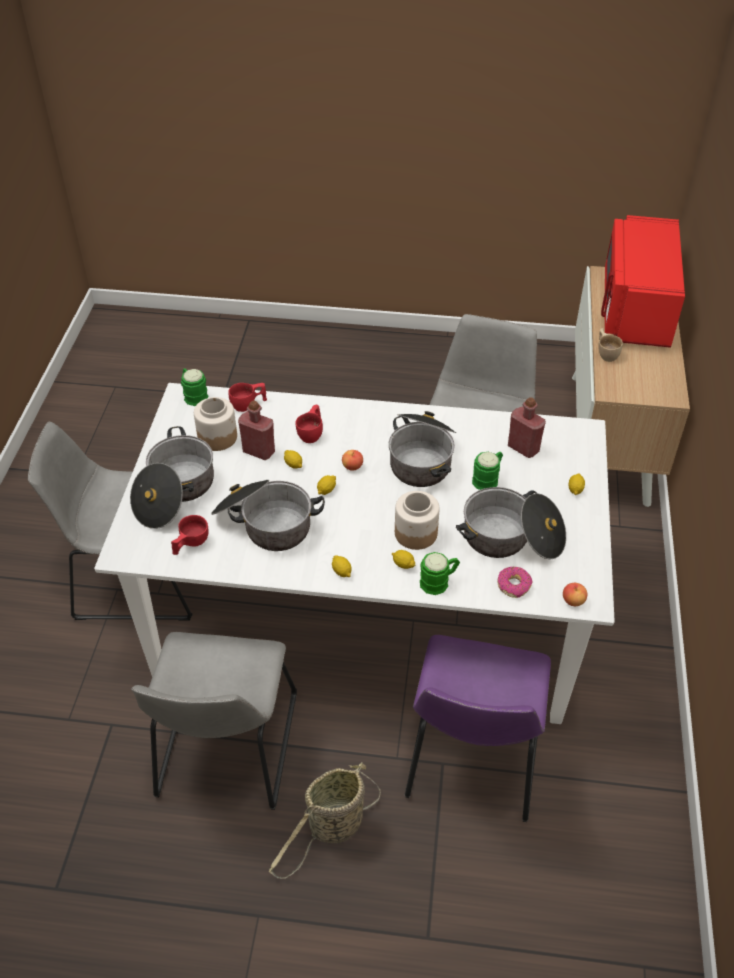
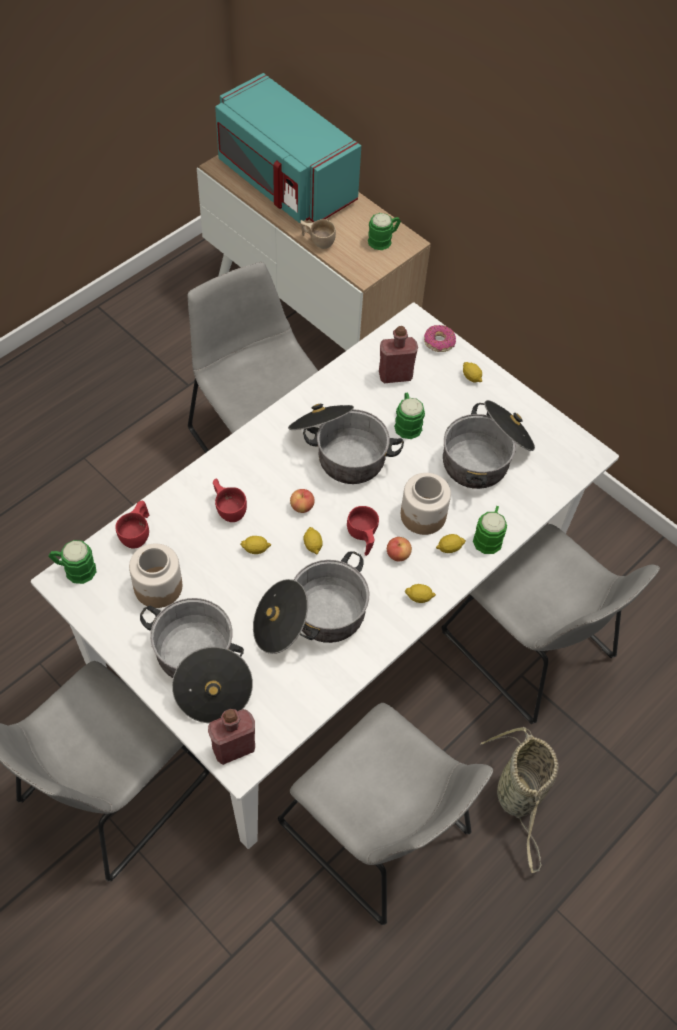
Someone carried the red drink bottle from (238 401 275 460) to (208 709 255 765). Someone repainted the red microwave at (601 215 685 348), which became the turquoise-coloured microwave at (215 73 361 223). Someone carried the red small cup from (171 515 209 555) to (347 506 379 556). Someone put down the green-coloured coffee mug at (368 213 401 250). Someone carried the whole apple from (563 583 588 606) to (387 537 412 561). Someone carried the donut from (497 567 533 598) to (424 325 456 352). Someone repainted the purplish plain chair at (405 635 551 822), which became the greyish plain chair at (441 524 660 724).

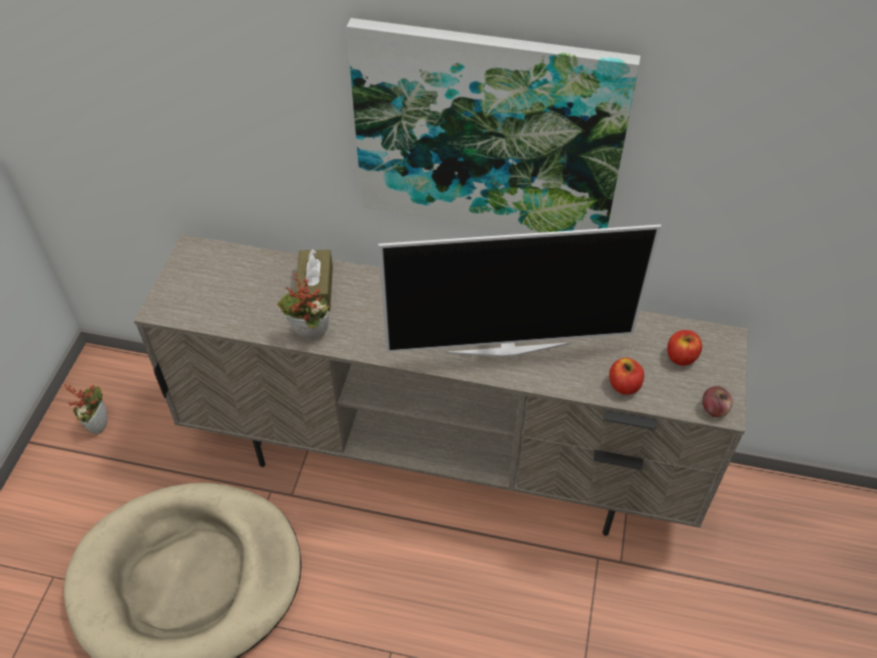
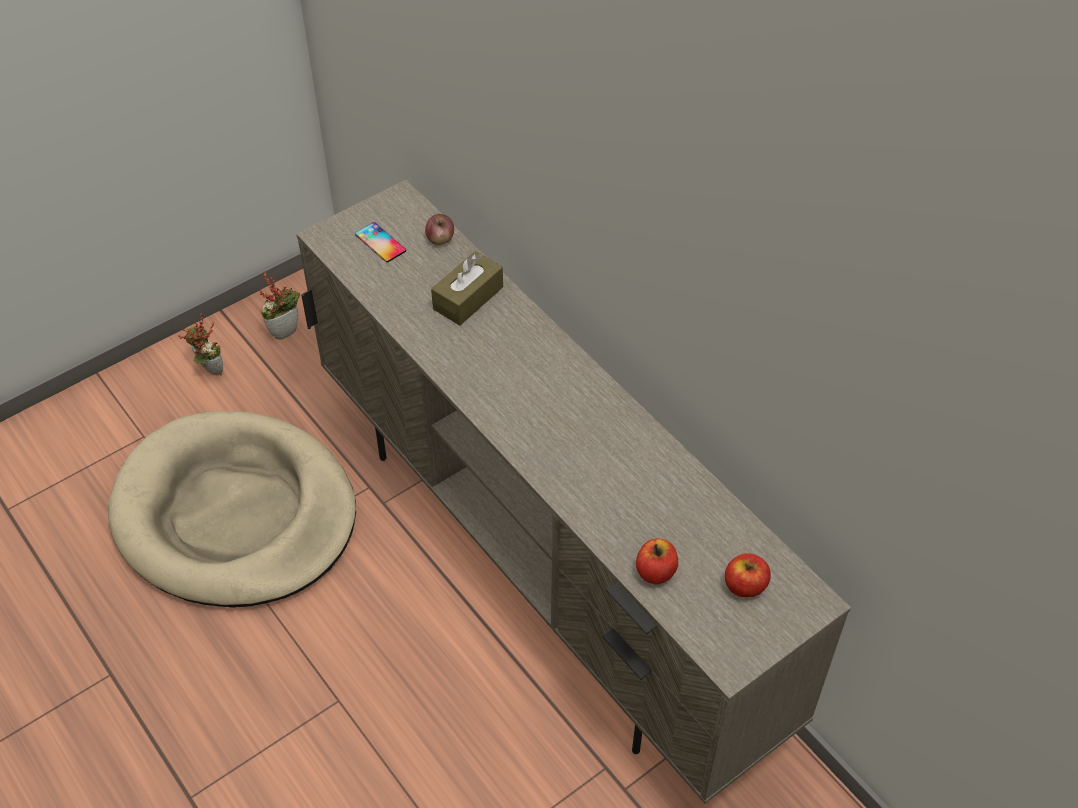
Someone carried the plant in a pot from (277 273 329 338) to (178 313 224 375). Someone put down the telephone at (355 222 406 262). Someone carried the whole apple from (702 386 733 417) to (425 214 454 245). Someone took away the picture at (347 18 641 234). Someone took away the TV set at (378 224 661 357).

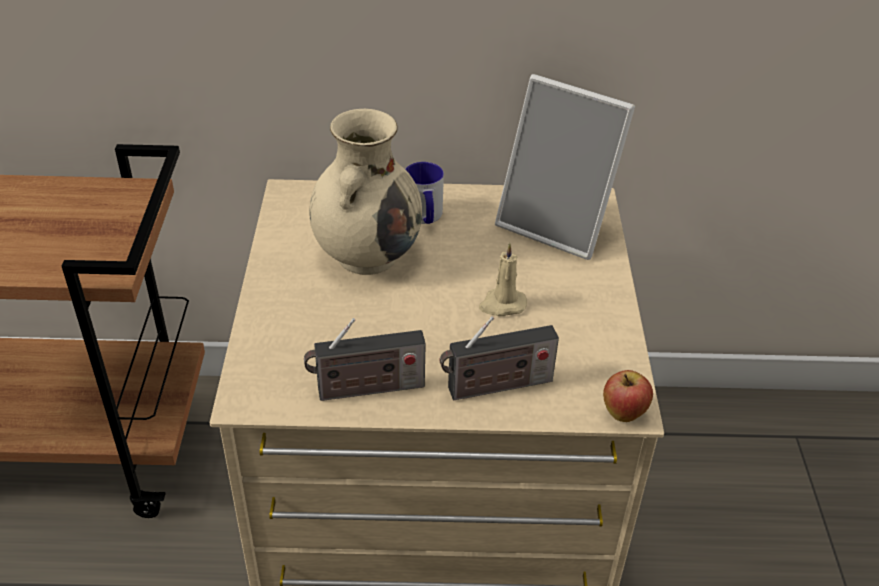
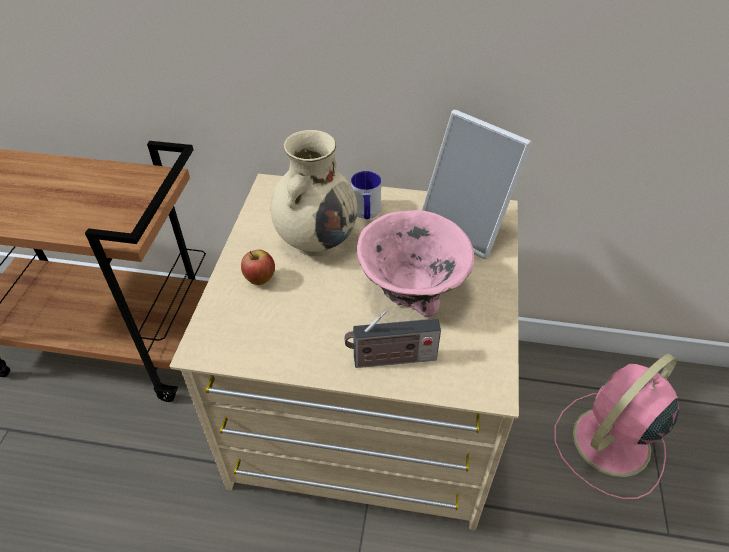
Someone carried the whole apple from (603 370 653 422) to (241 250 275 285). Someone swapped the sand-coloured wax light at (479 243 527 316) for the pinkish serving bowl at (357 210 474 317). Someone put down the pinkish cooling fan at (554 354 679 499). Someone took away the radio receiver at (304 318 426 401).

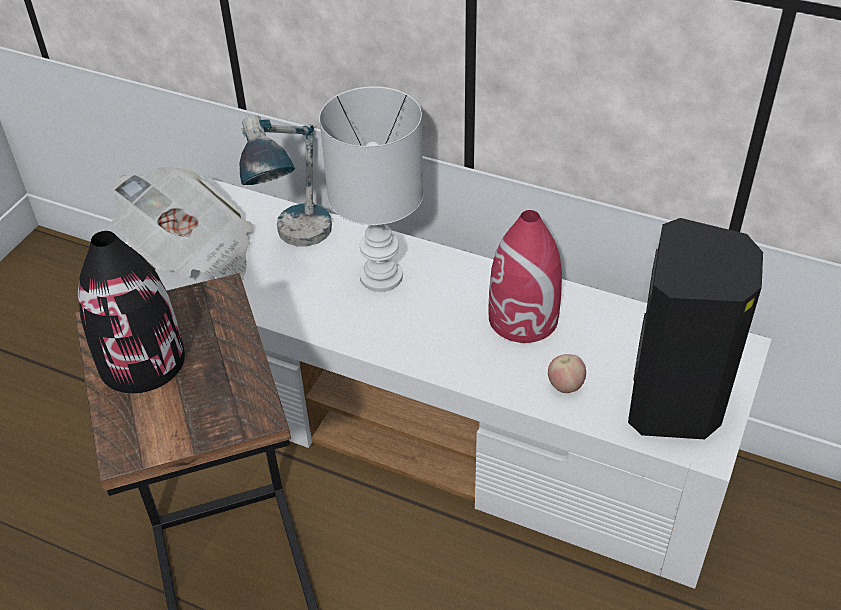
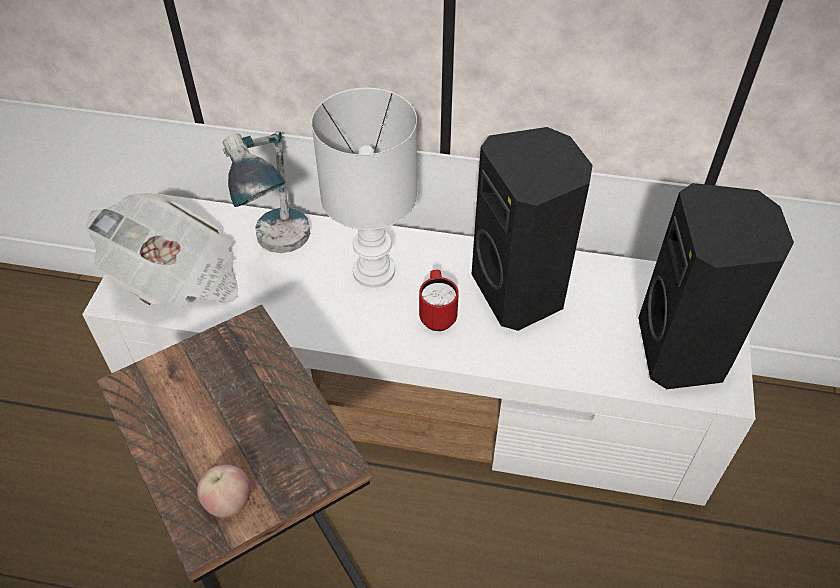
Someone carried the whole apple from (548 354 586 393) to (197 464 251 518). Someone put down the red coffee mug at (419 270 459 331). Someone swapped the red flower vase at (488 210 562 343) for the black audio speaker at (472 127 592 331). Someone took away the black flower vase at (78 231 185 393).

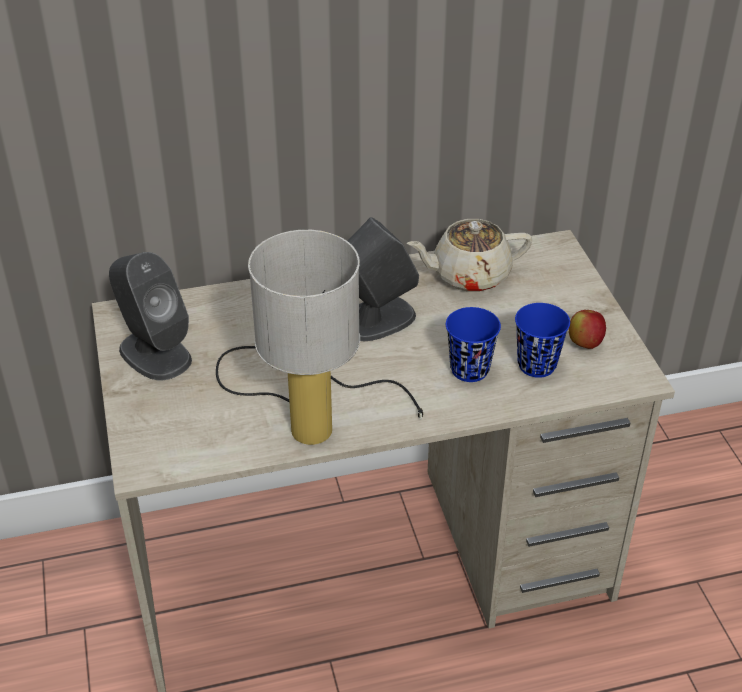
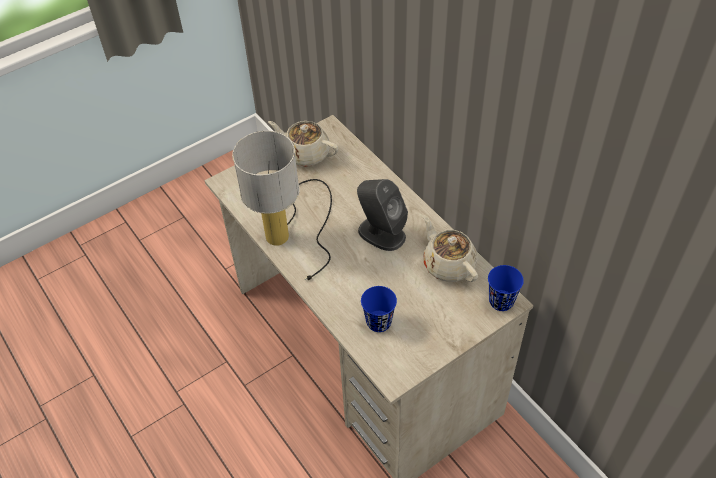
Someone swapped the greyish audio speaker at (109 252 192 380) for the sand-coloured pot for tea at (268 121 339 166). Someone carried the bluish small cup from (446 307 501 382) to (488 265 524 311). Someone took away the whole apple at (569 310 606 349).

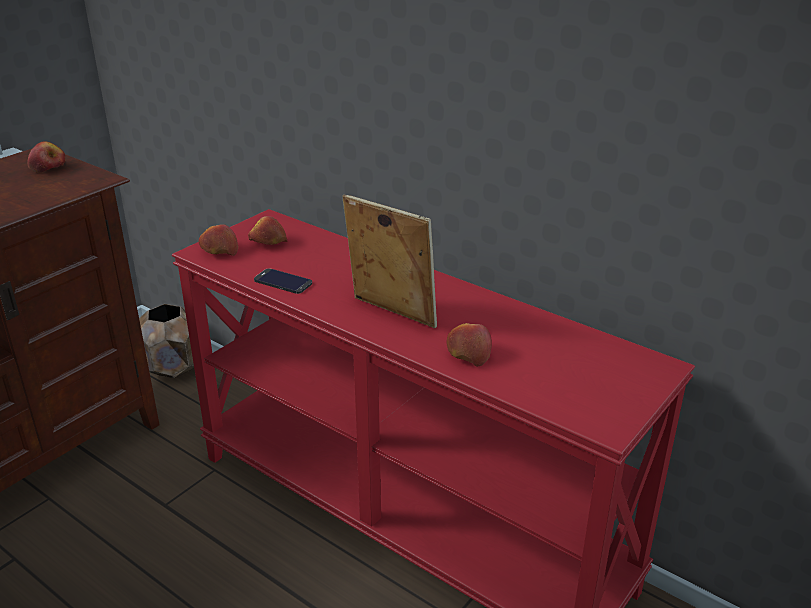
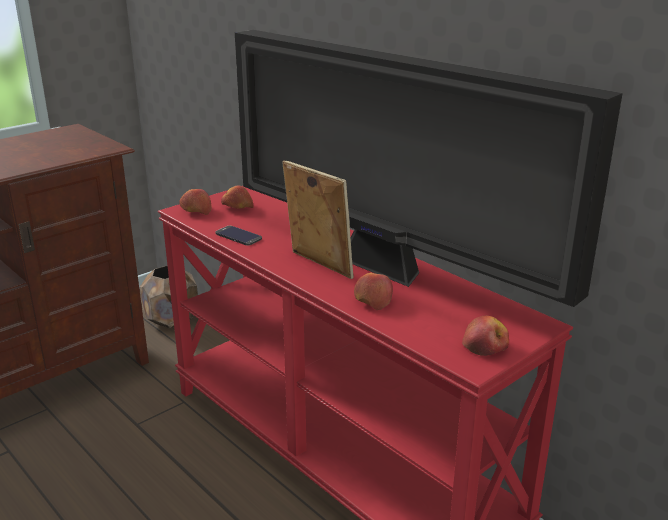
Someone put down the TV set at (235 30 623 307). Someone carried the whole apple from (28 141 65 173) to (462 316 509 356).

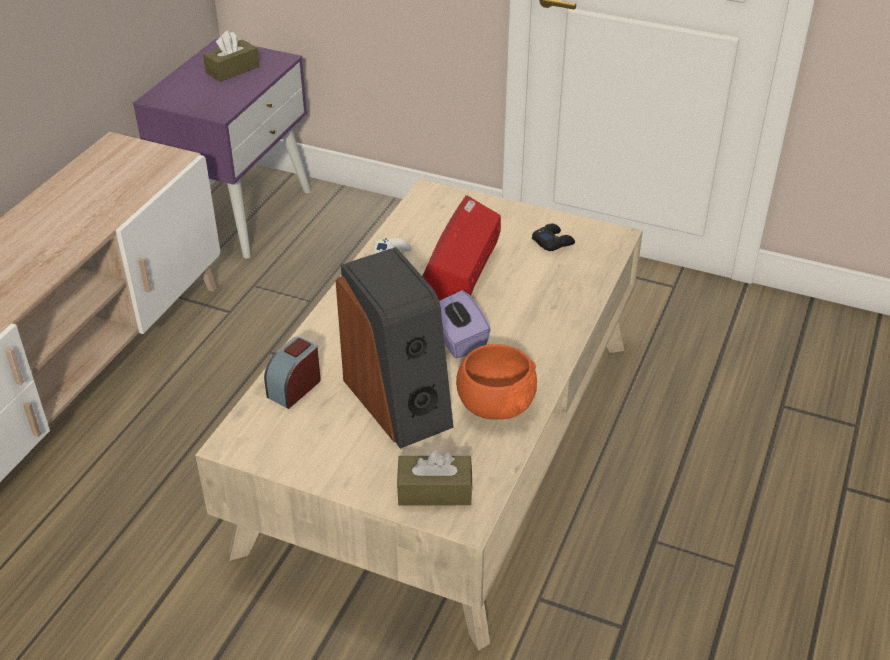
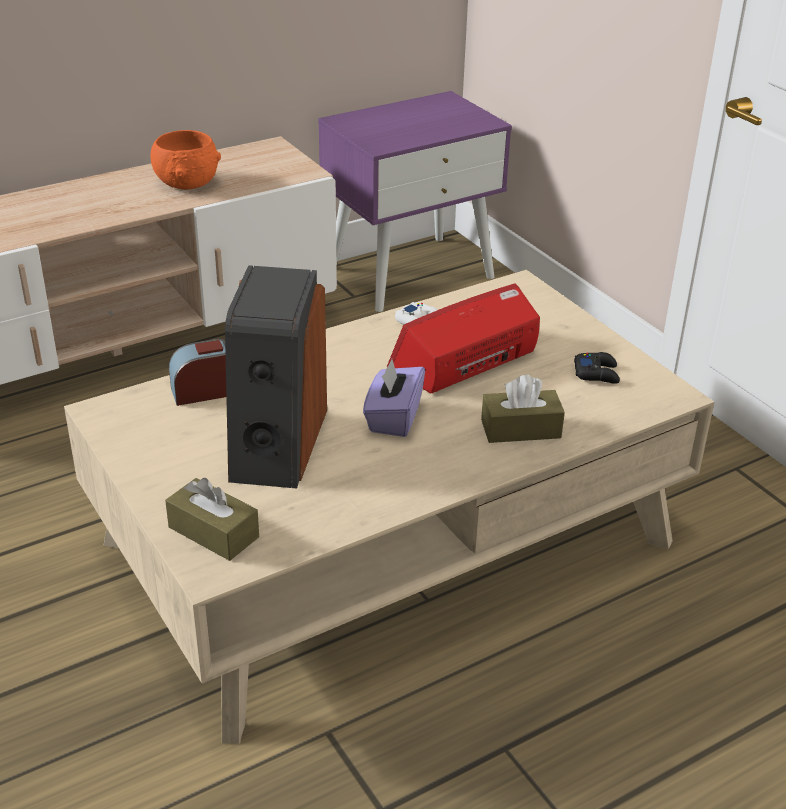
Someone carried the orangey serving bowl from (456 344 537 420) to (150 130 221 190). Someone carried the brown tissue holder from (203 31 259 82) to (481 375 565 443).

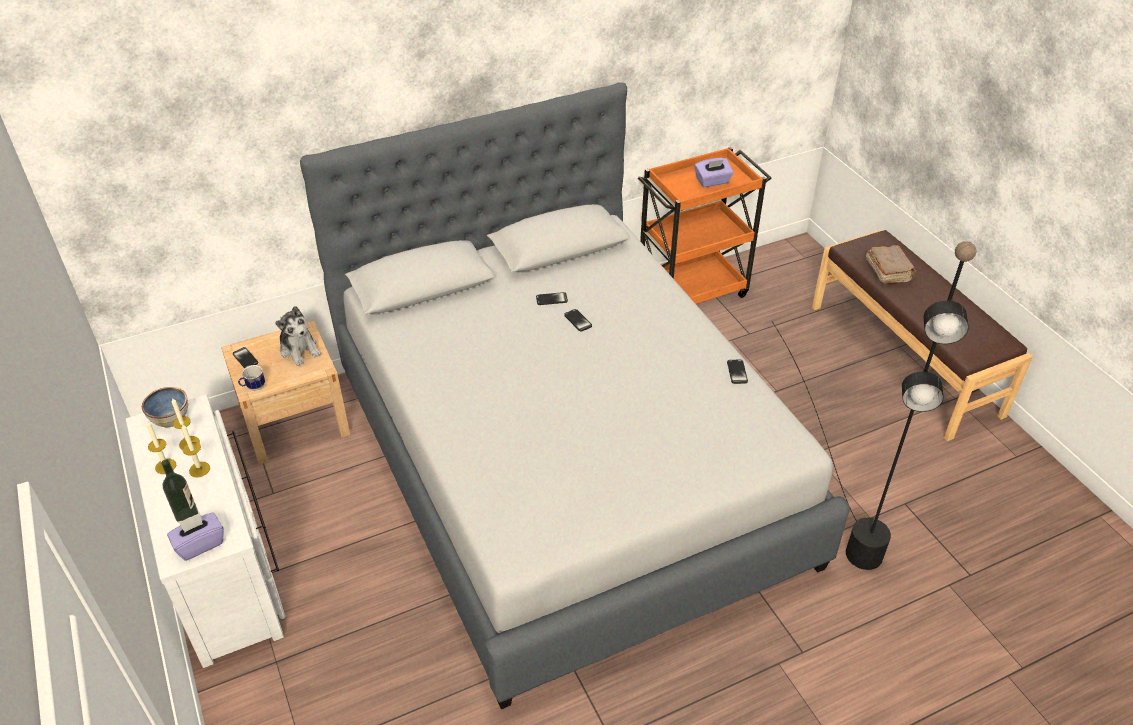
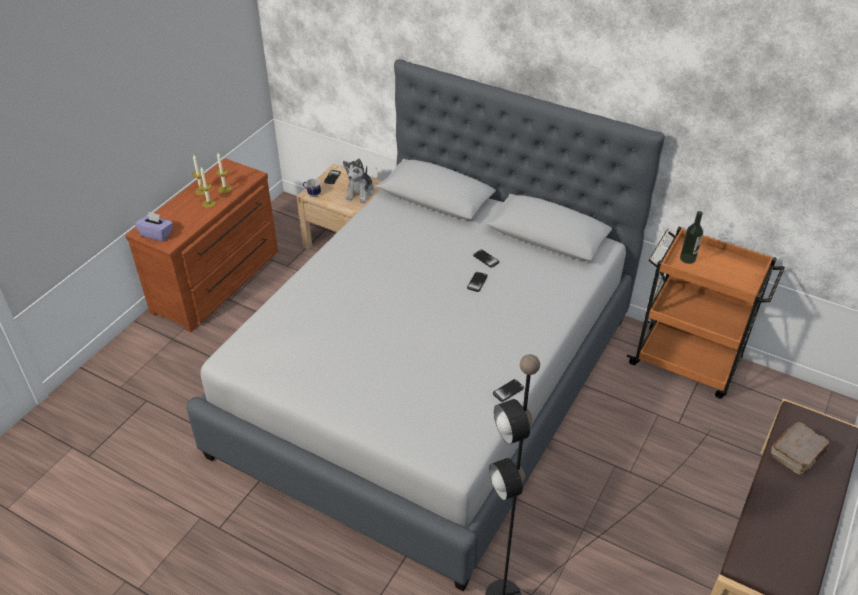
Someone repainted the whitish chest of drawers at (125 395 285 668), which became the brown chest of drawers at (125 158 278 332). Someone carried the drink bottle from (161 459 198 523) to (680 211 703 264). Someone took away the serving bowl at (142 387 188 427). Someone took away the purplish tissue holder at (695 158 734 188).

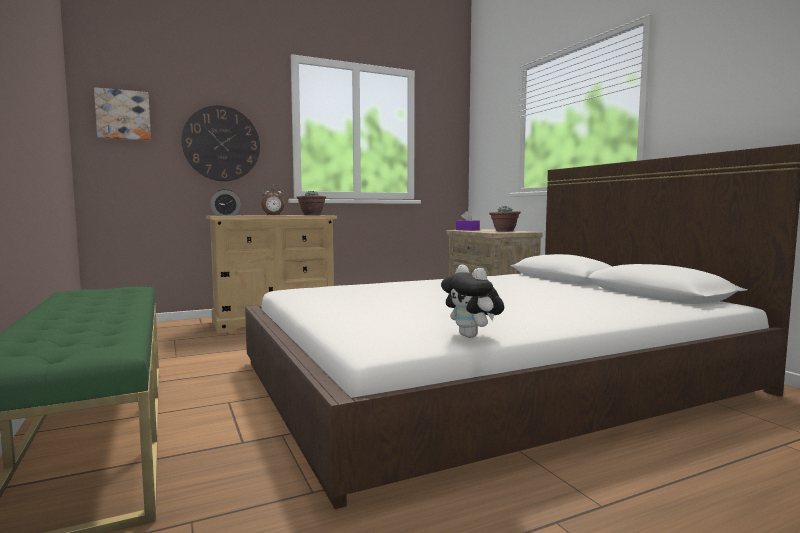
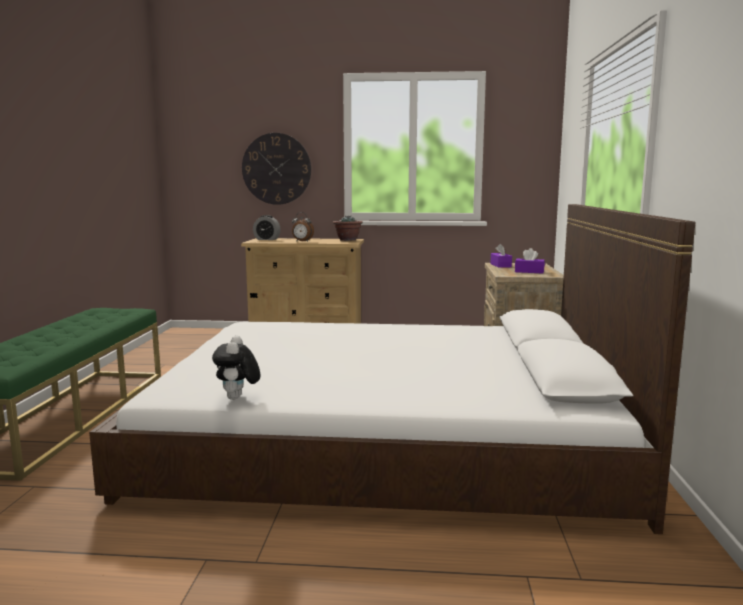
Someone swapped the plant in a pot at (489 206 521 231) for the purplish tissue holder at (515 248 545 274). Someone took away the picture at (94 87 151 141).

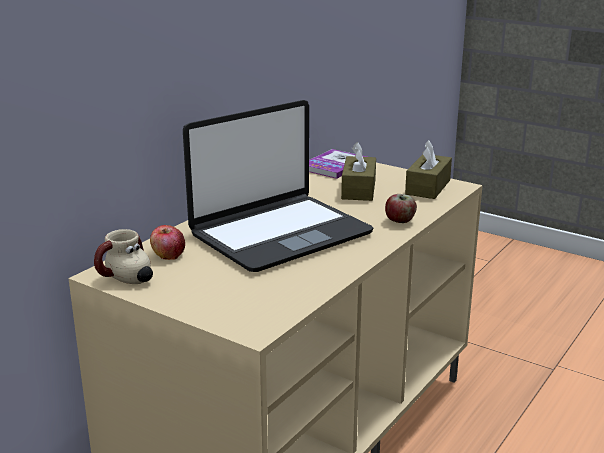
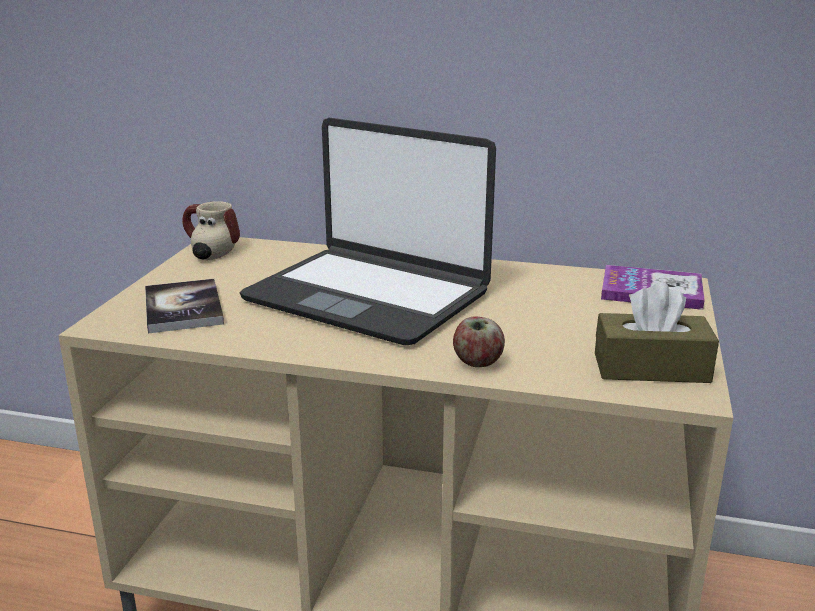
Someone put down the bound book at (145 279 224 333). Someone took away the whole apple at (150 225 185 260). Someone took away the brown tissue holder at (341 142 376 201).

